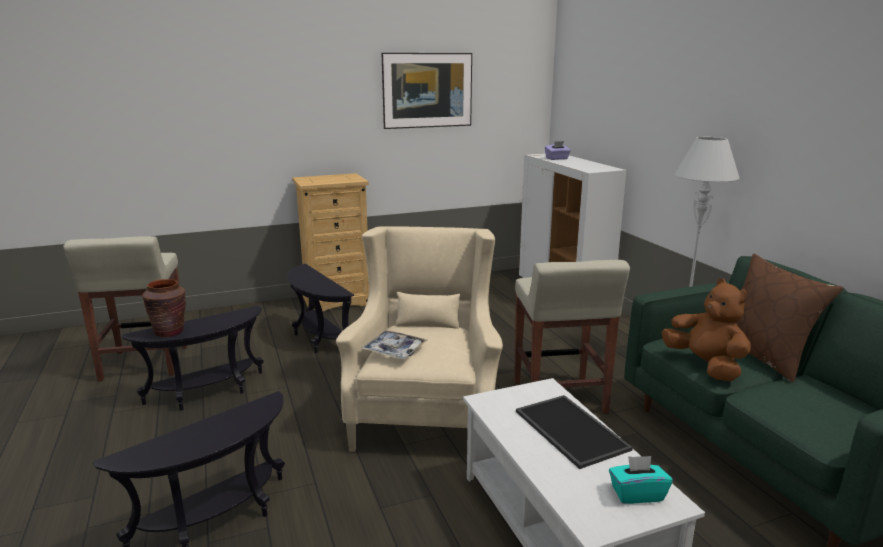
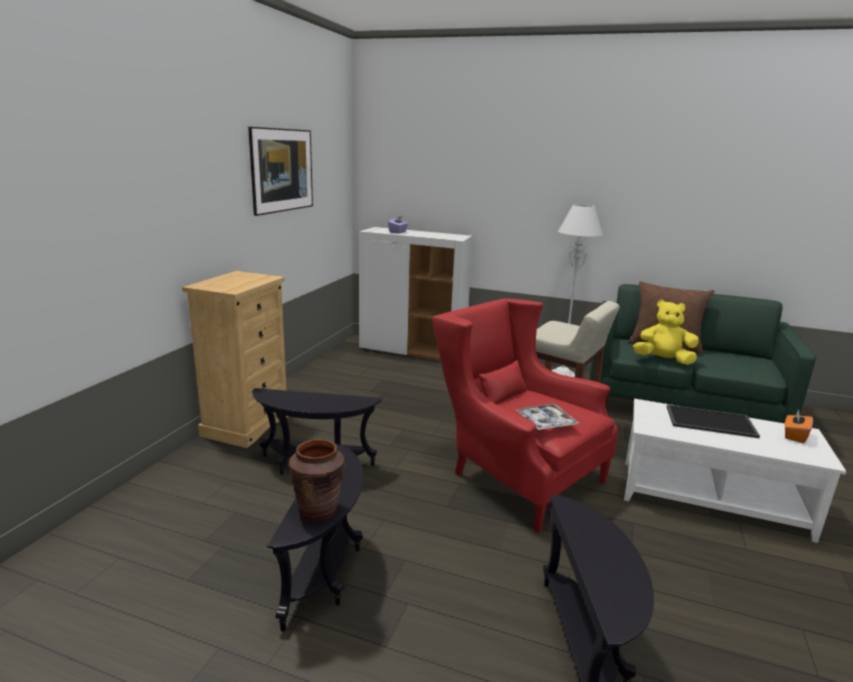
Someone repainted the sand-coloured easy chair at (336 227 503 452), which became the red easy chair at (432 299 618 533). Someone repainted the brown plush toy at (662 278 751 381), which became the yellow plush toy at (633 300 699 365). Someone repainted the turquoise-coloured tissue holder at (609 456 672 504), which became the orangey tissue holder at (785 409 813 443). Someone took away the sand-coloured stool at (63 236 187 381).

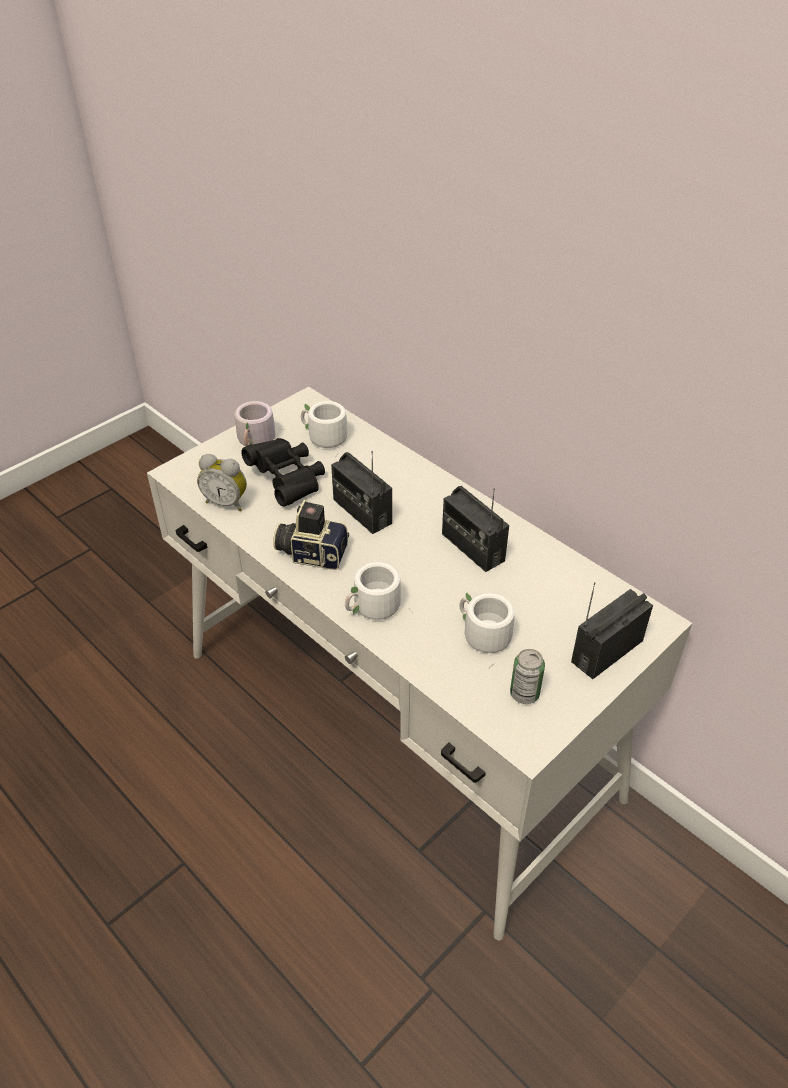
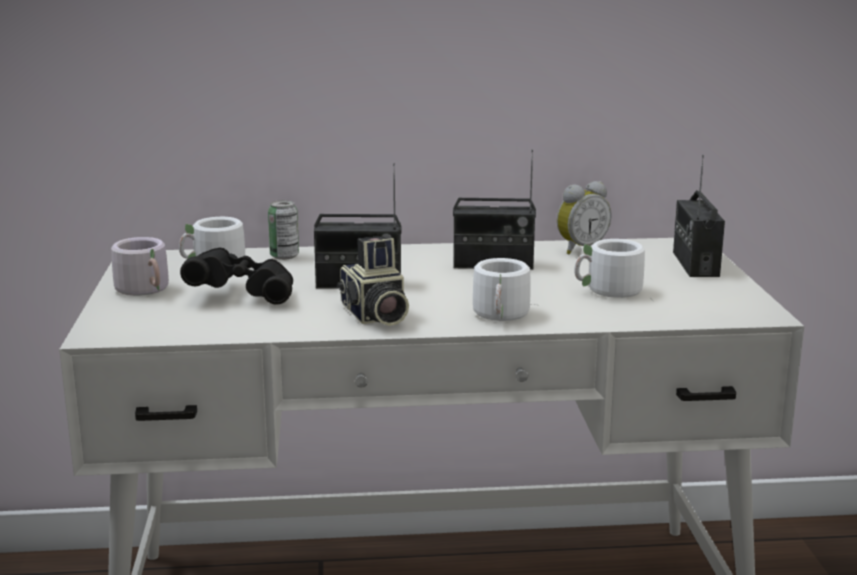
Someone carried the metal can from (510 649 545 704) to (268 200 299 260). Someone rotated the photo camera at (273 499 349 570) by 75 degrees counterclockwise. Someone carried the bedside clock from (197 454 247 511) to (557 181 611 254).

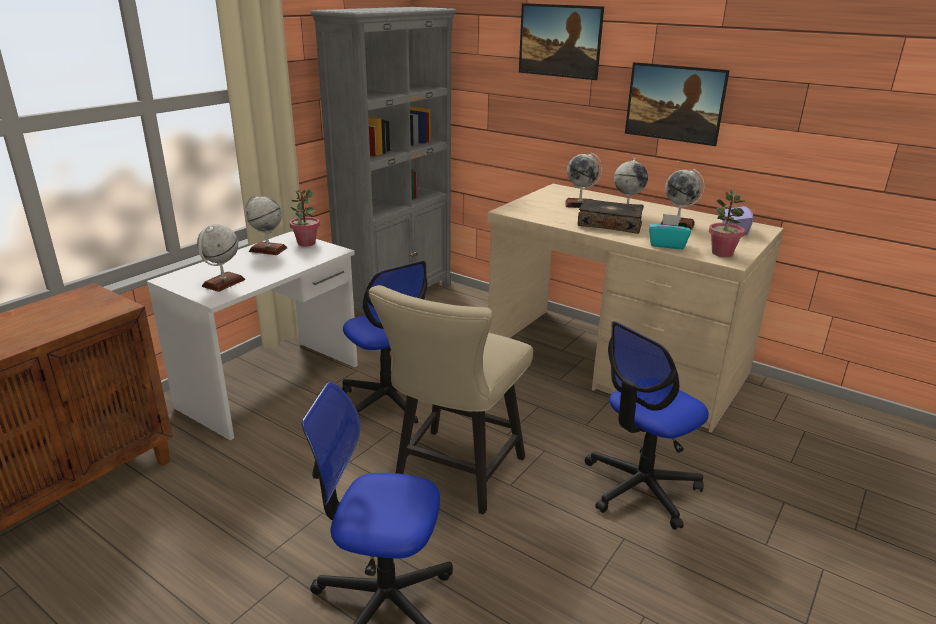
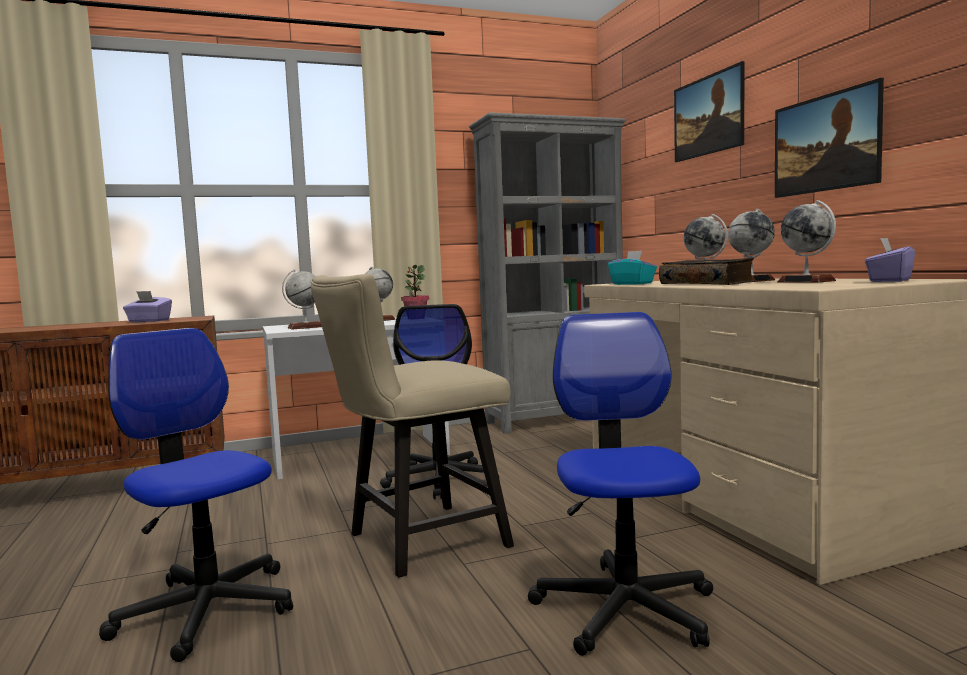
Someone put down the purplish tissue holder at (123 291 172 322). Someone rotated the desk chair at (585 321 709 530) by 90 degrees clockwise. Someone carried the turquoise-coloured tissue holder from (649 214 691 249) to (608 250 657 285). Someone took away the plant in a pot at (709 189 745 257).

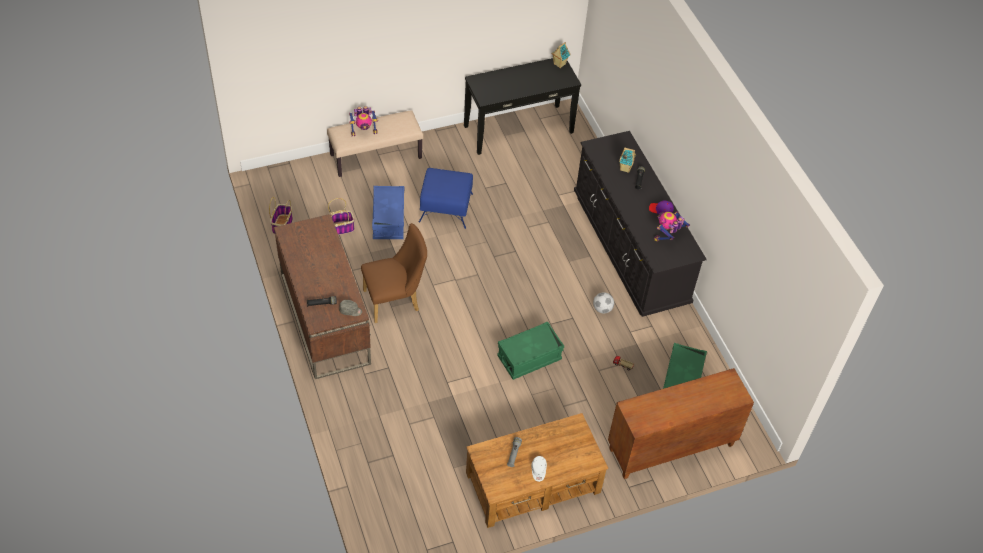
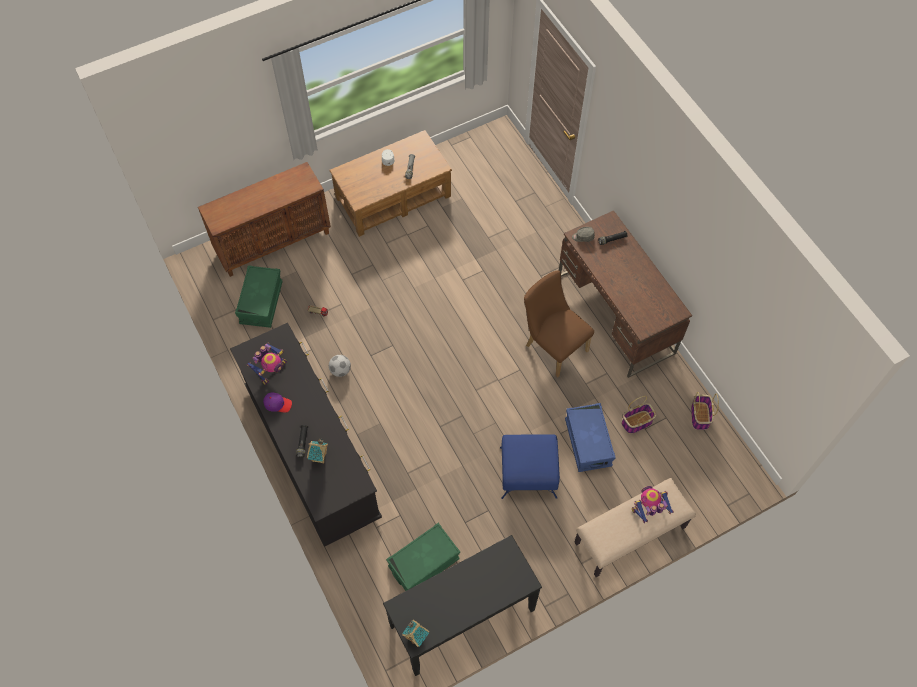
Someone carried the green-coloured storage bin from (497 321 564 380) to (386 523 460 591). Someone rotated the brown plain chair at (361 223 427 323) by 75 degrees clockwise.

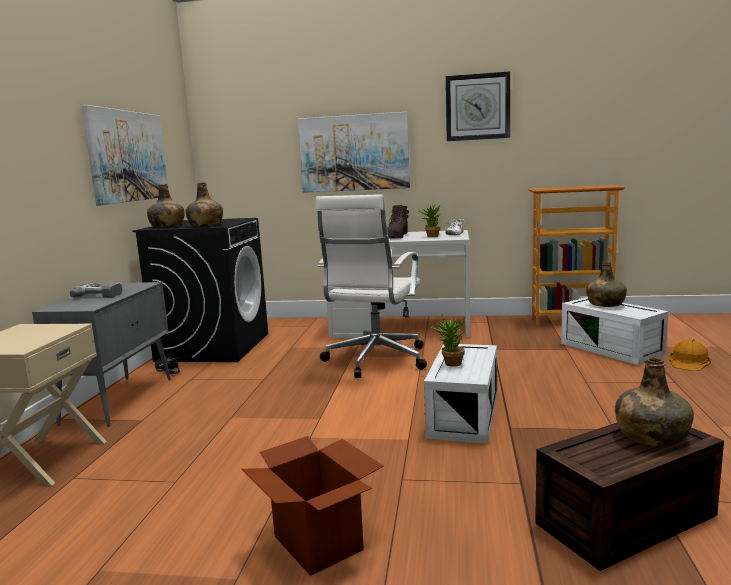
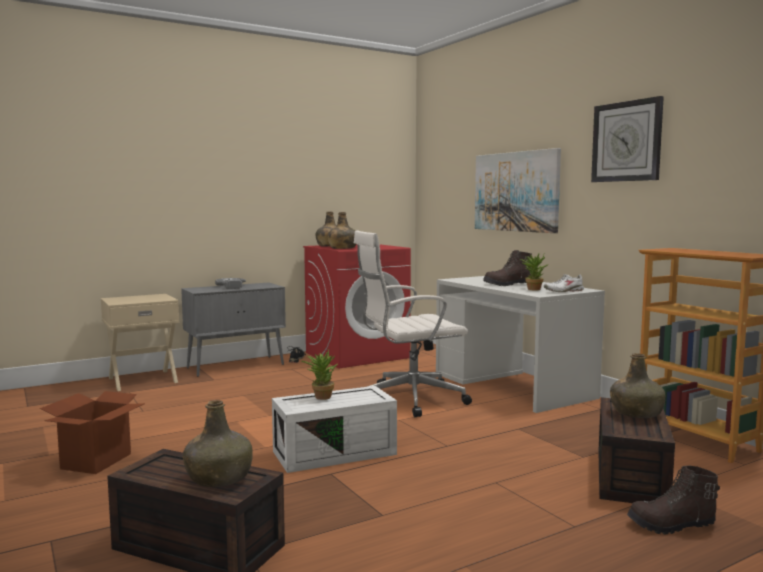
Someone repainted the black washing machine at (133 218 268 362), which became the red washing machine at (303 244 411 368). Someone repainted the whitish storage bin at (561 297 669 365), which became the brown storage bin at (598 397 675 503). Someone swapped the orangey safety helmet at (669 339 711 371) for the brown high-top boot at (627 466 720 534). Someone took away the picture at (82 105 168 206).

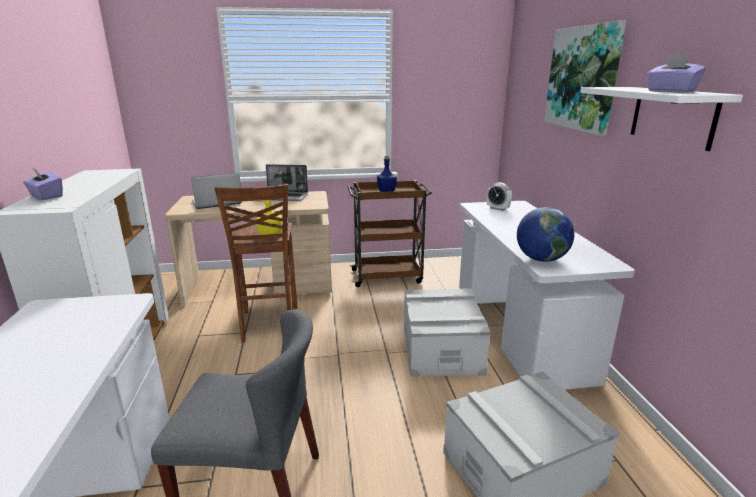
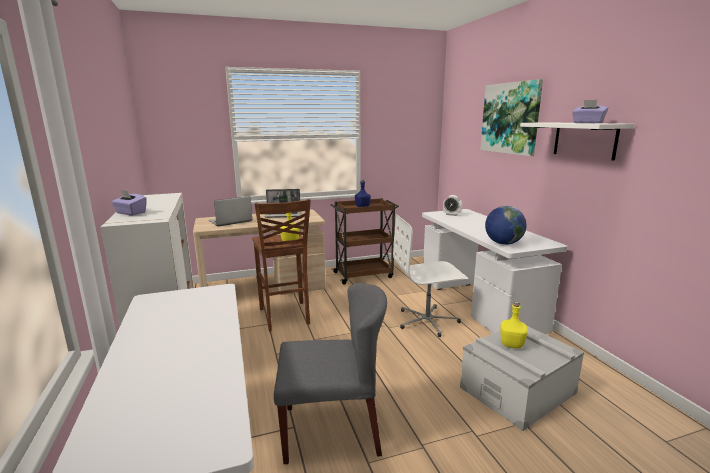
Someone swapped the greyish storage bin at (404 288 491 376) for the whitish desk chair at (393 214 468 337). Someone put down the yellow drink bottle at (501 301 528 349).

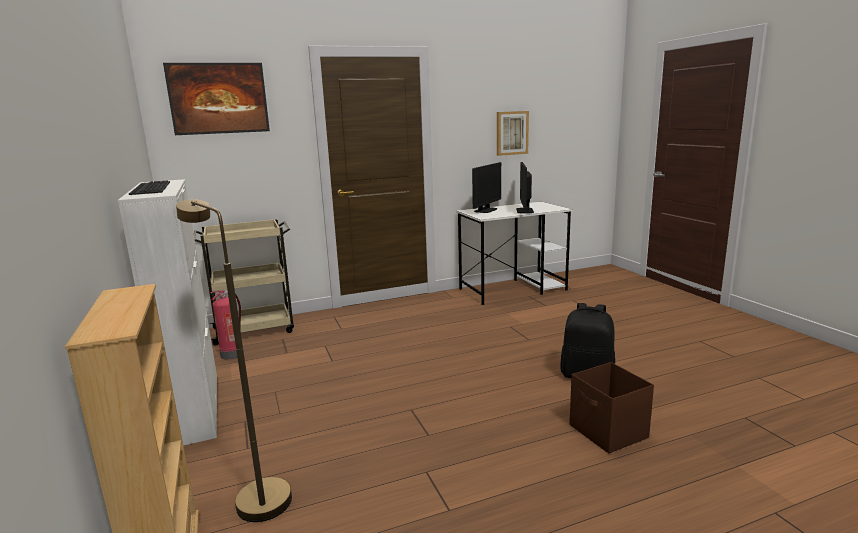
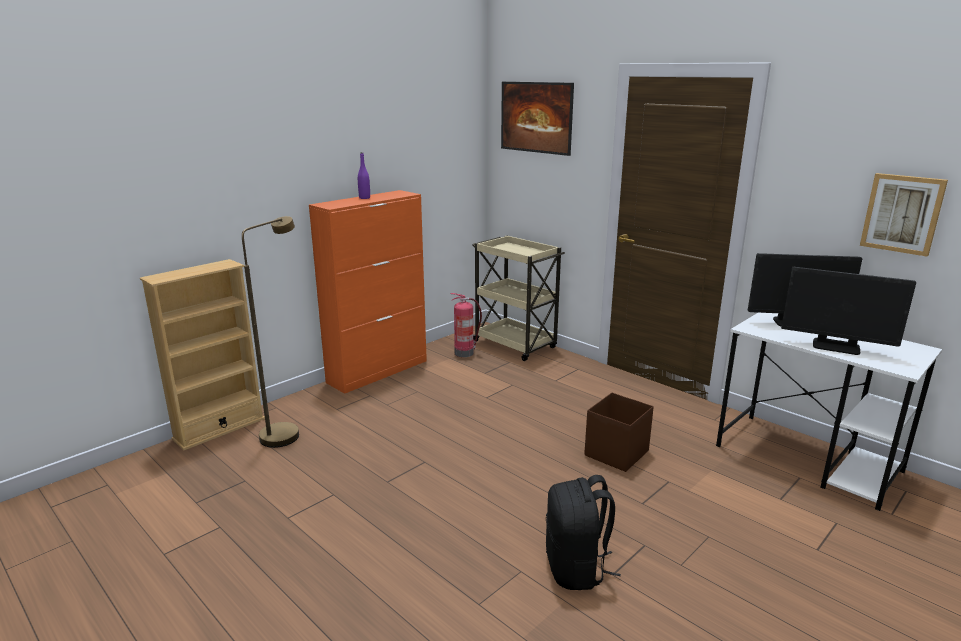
Someone repainted the whitish cabinet at (118 179 217 445), which became the orangey cabinet at (309 190 427 394). Someone swapped the keyboard at (129 180 170 195) for the purplish drink bottle at (358 152 370 199). Someone carried the brown storage bin from (569 362 654 453) to (584 393 654 472). Someone rotated the computer screen at (516 162 534 213) by 135 degrees counterclockwise.

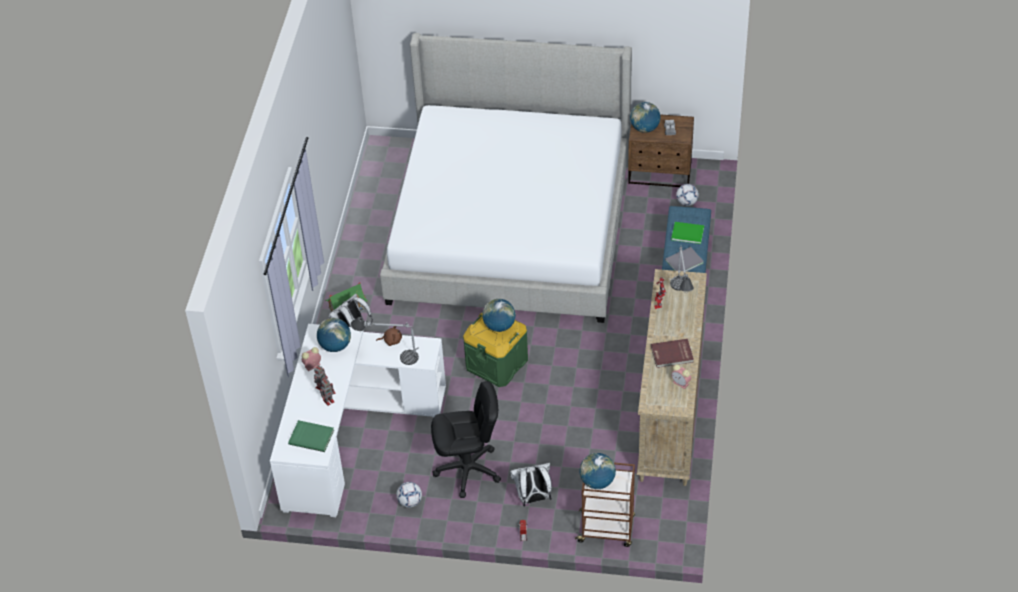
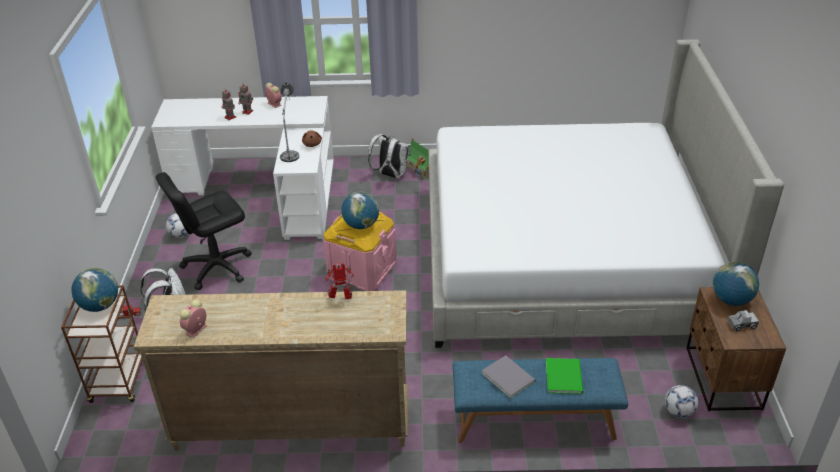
Someone rotated the black desk chair at (431 381 501 498) by 75 degrees clockwise. Someone repainted the green-coloured storage bin at (463 312 528 387), which became the pinkish storage bin at (323 211 397 291). Someone took away the green-coloured bound book at (288 420 334 452). Someone took away the globe at (317 318 351 352). Someone took away the red bound book at (651 339 694 368). Someone took away the lamp for a table at (670 245 694 292).

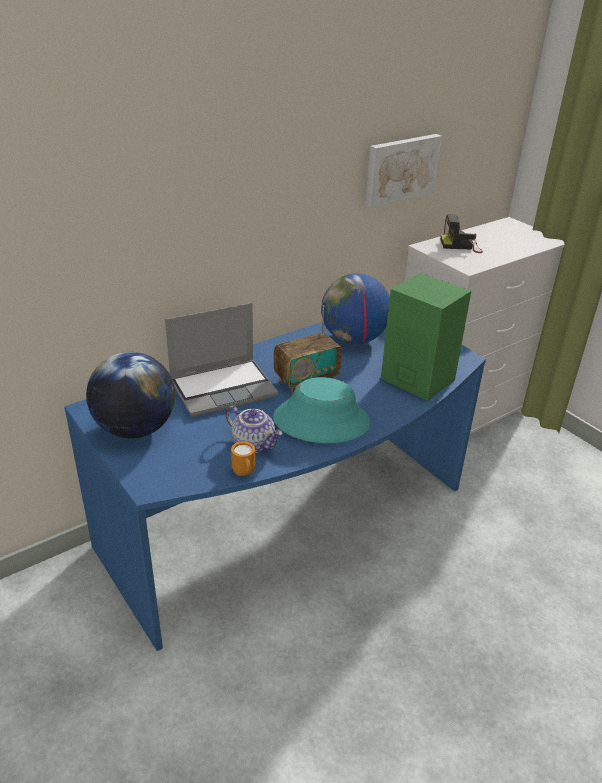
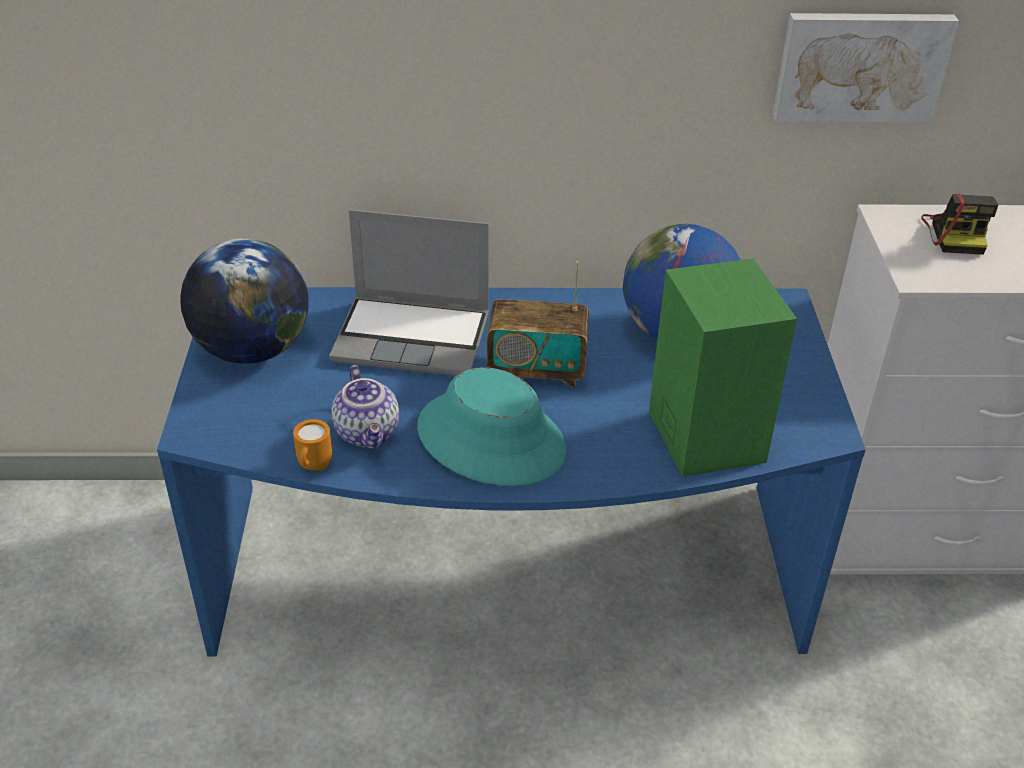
Someone rotated the photo camera at (441 214 483 253) by 120 degrees counterclockwise.

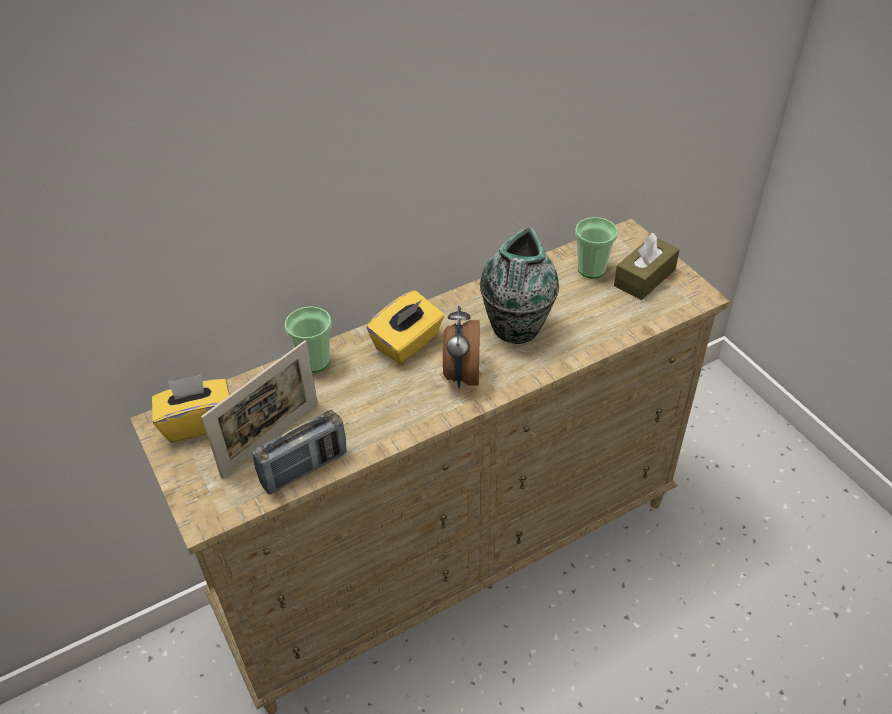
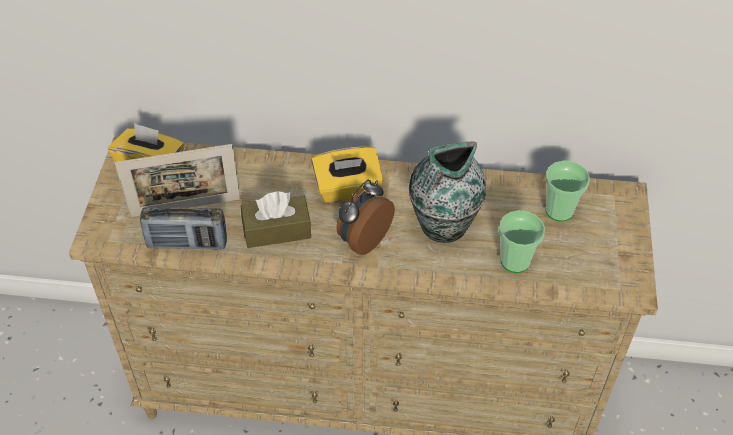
Someone carried the brown tissue holder from (614 233 680 300) to (241 191 311 248). Someone carried the small cup from (285 306 331 372) to (499 210 545 273).

